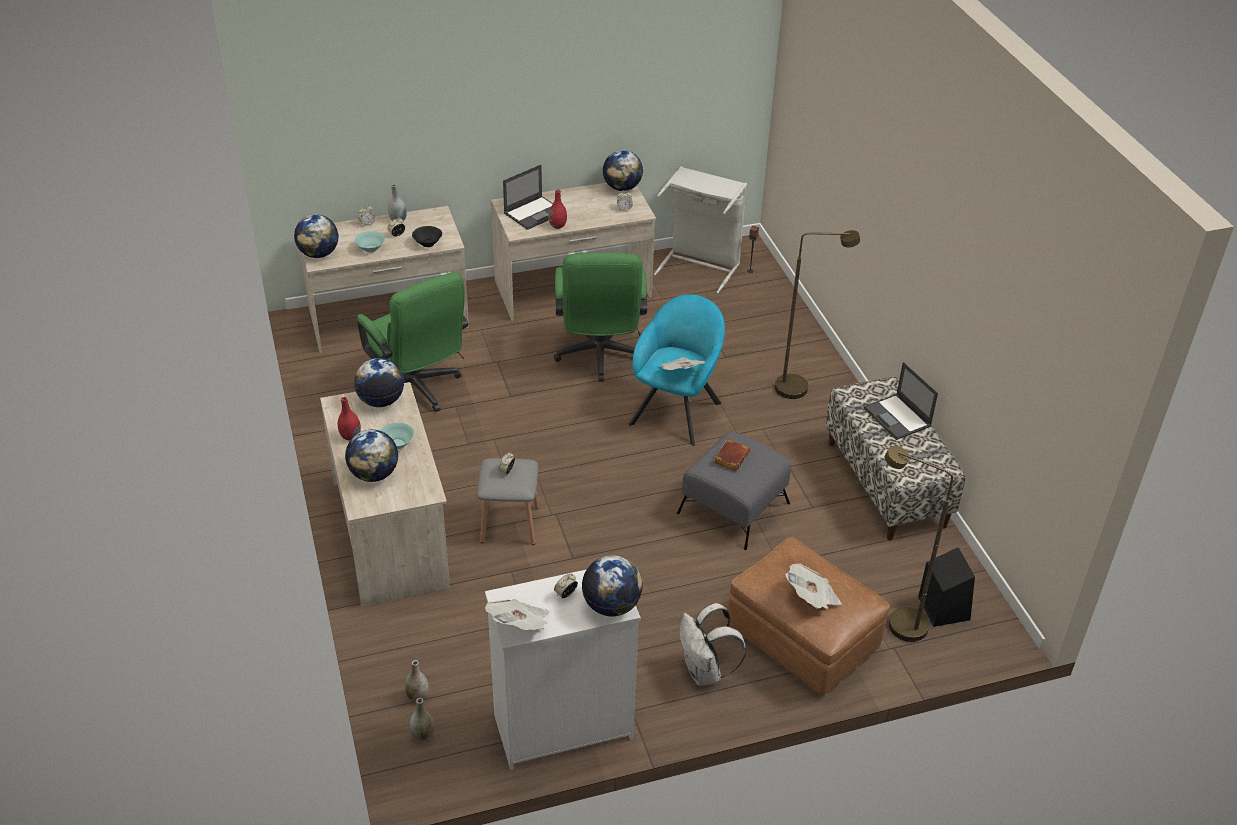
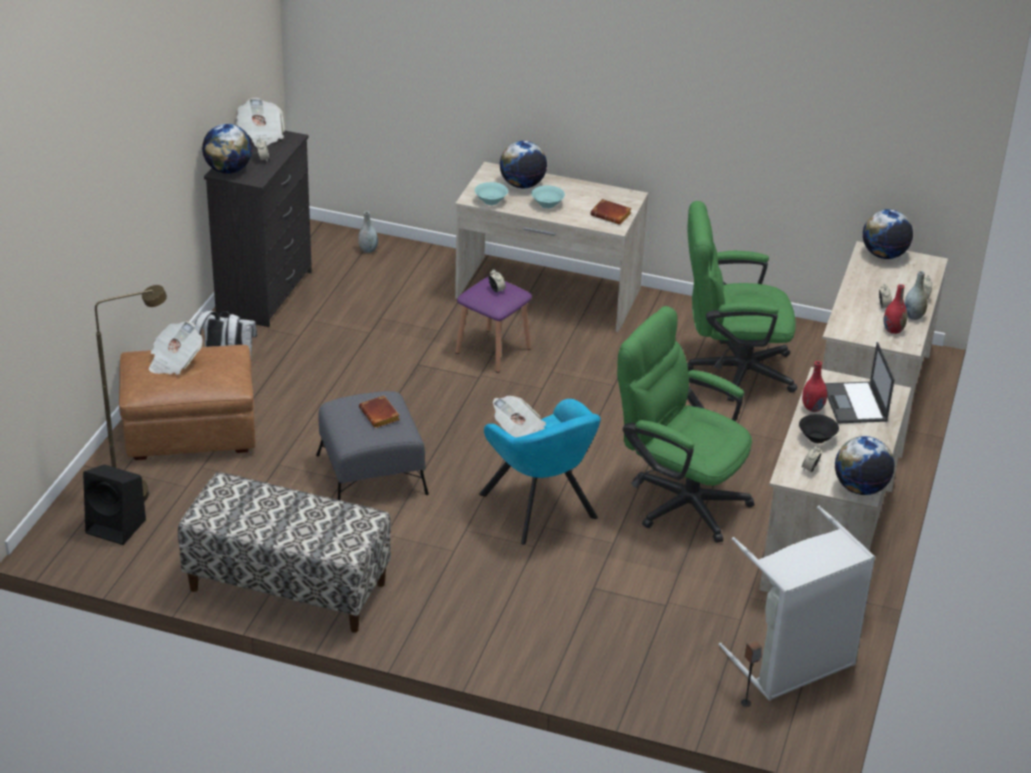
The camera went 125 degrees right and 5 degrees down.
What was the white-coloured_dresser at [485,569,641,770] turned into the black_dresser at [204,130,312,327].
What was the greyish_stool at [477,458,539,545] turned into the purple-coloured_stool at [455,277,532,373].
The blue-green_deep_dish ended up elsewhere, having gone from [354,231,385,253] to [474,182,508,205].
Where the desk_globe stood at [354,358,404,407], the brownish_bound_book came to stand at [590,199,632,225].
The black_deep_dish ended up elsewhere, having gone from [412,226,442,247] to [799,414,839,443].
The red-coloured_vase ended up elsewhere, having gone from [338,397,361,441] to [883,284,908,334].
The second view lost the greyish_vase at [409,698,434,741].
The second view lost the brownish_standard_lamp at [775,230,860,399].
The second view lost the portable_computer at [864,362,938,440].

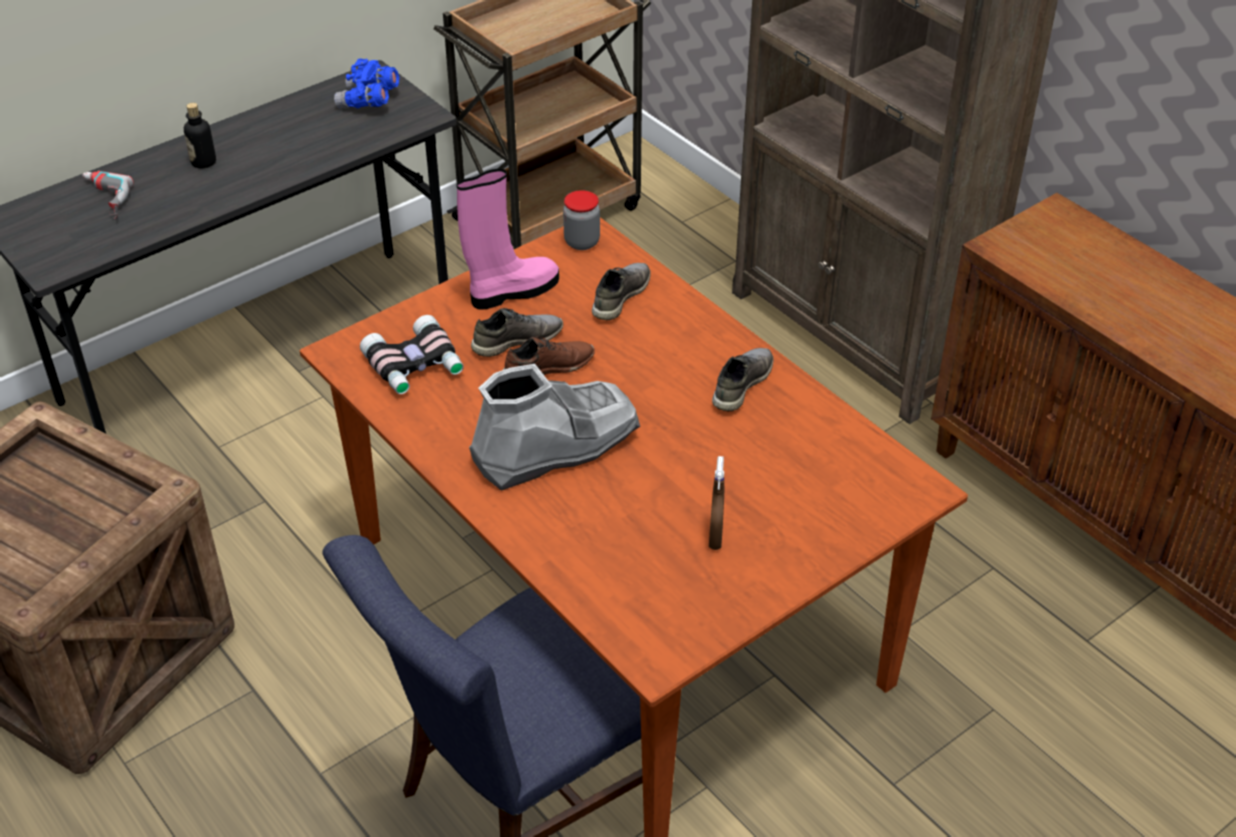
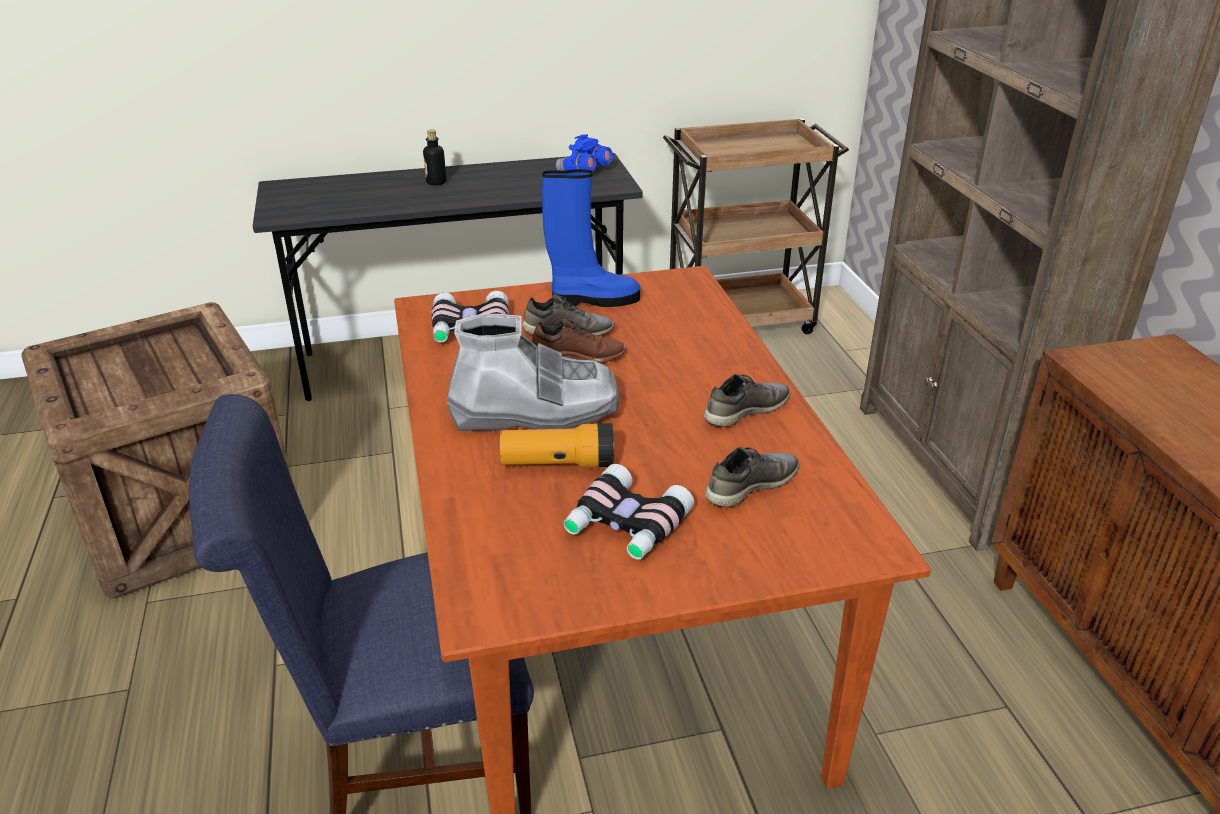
The camera went 25 degrees right and 10 degrees down.
The second view gained the hand_torch at [500,423,614,467].
What was the pink-coloured_boot at [457,168,559,310] turned into the bluish_boot at [542,169,640,307].
Where the brownish_sprayer stood at [709,456,725,550], the field_glasses came to stand at [563,464,694,560].
The greyish_low_shoe ended up elsewhere, having gone from [592,263,651,320] to [705,447,799,507].
The second view lost the electric_drill at [82,171,134,219].
The second view lost the preserve_jar at [563,190,600,250].

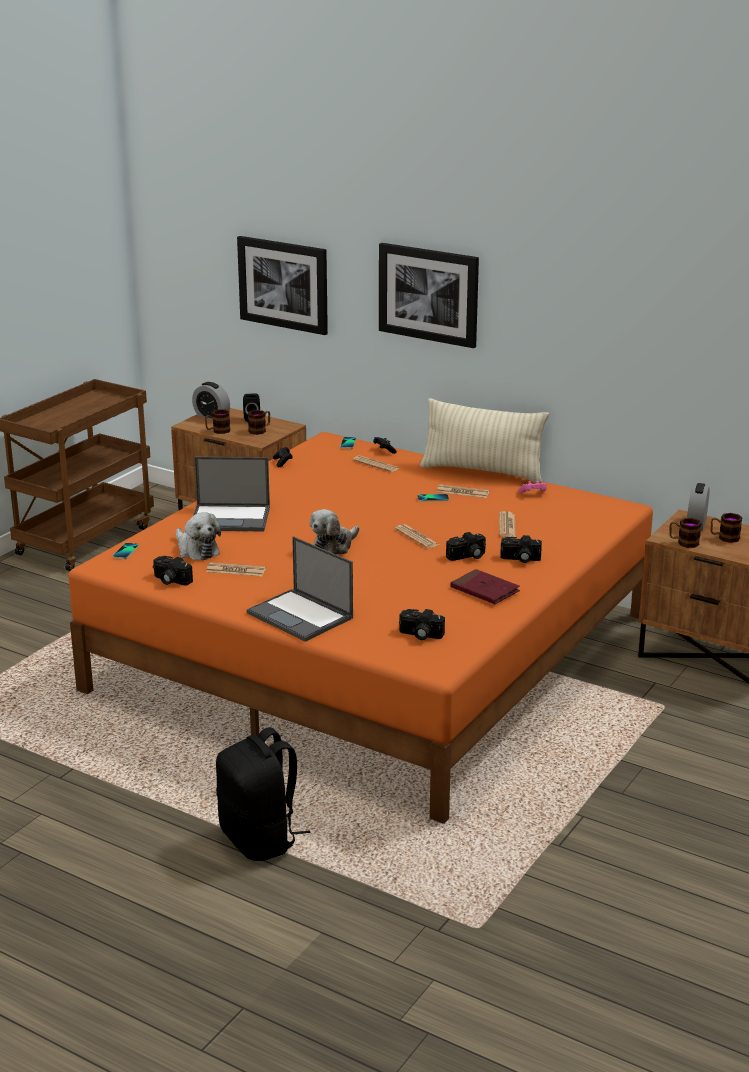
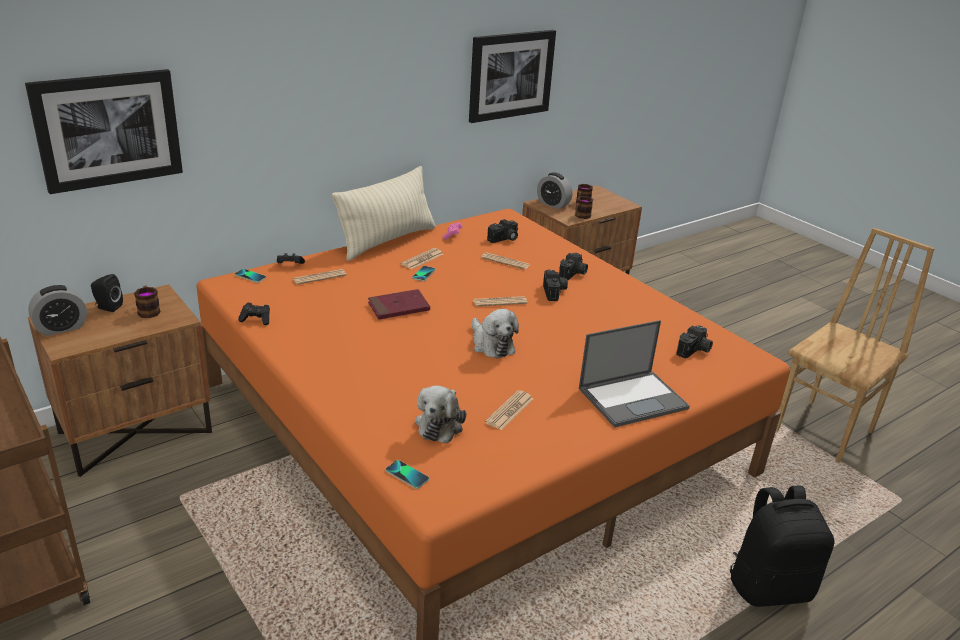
The camera went 70 degrees left and 5 degrees up.
The red-coloured_bound_book ended up elsewhere, having gone from [450,569,520,604] to [368,289,430,320].
The soft_toy at [176,512,221,560] ended up facing another way, 120 degrees clockwise from before.
The picture ended up elsewhere, having gone from [379,243,479,348] to [469,30,556,123].
The still_camera ended up elsewhere, having gone from [153,556,193,585] to [487,219,518,243].
The second view gained the brownish_plain_chair at [776,228,935,463].
The second view lost the portable_computer at [193,457,270,531].
The second view lost the tea_mug at [205,409,230,434].

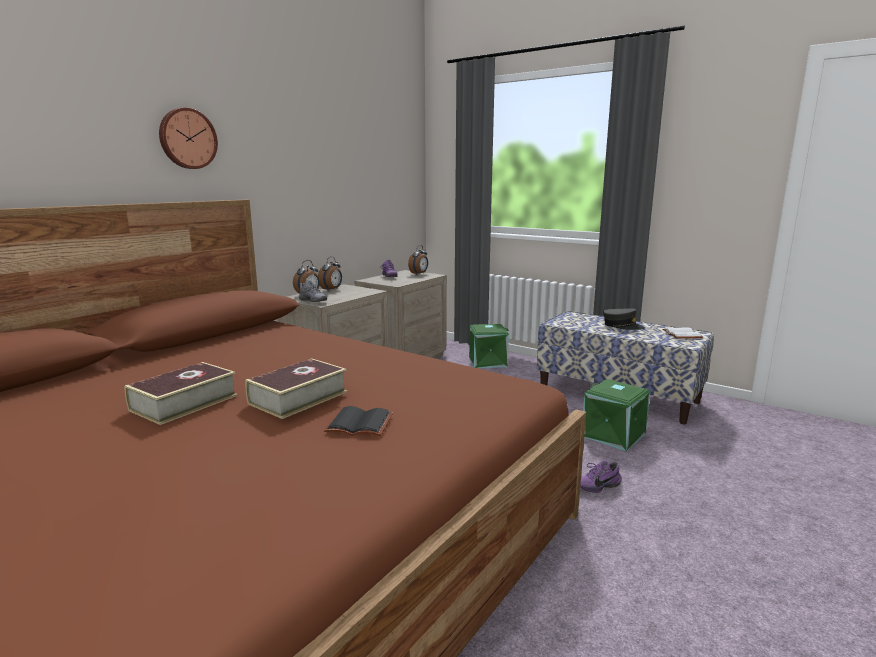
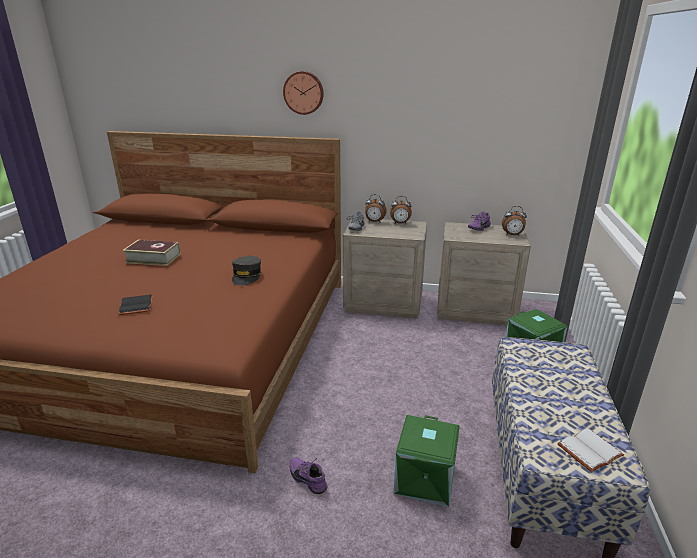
The camera went 65 degrees right and 10 degrees up.
The greyish_cap ended up elsewhere, having gone from [603,309,645,330] to [232,256,261,286].
The second view lost the bound_book at [245,358,347,419].

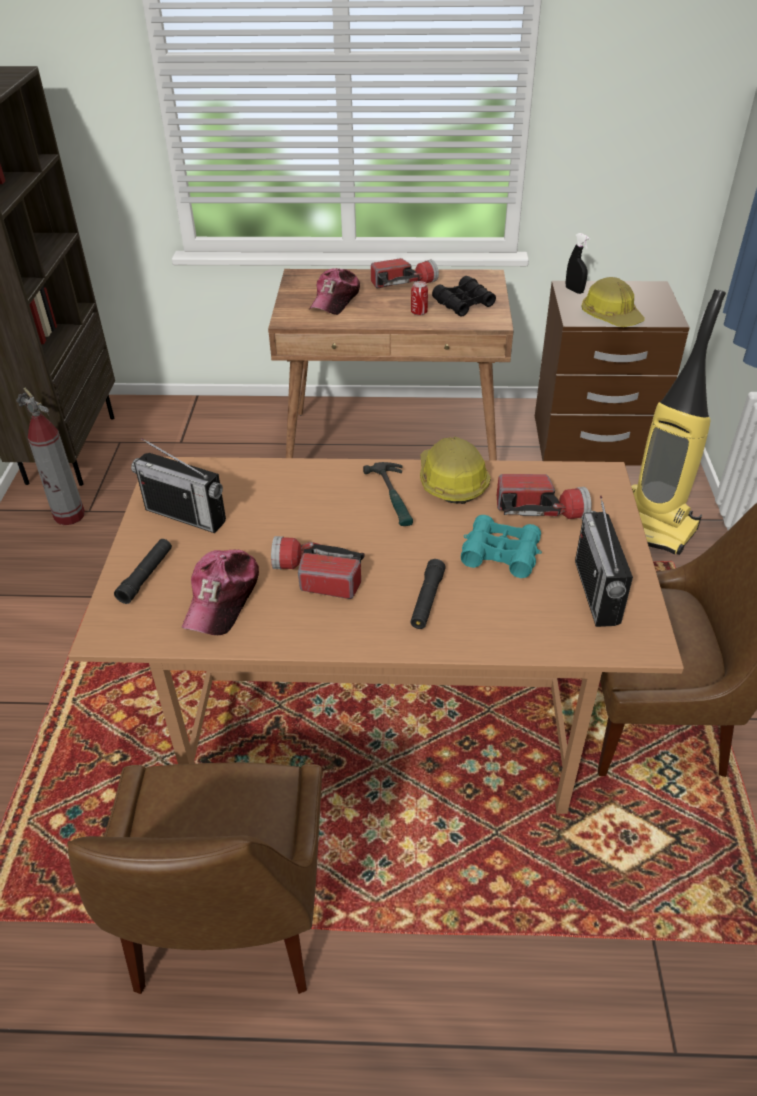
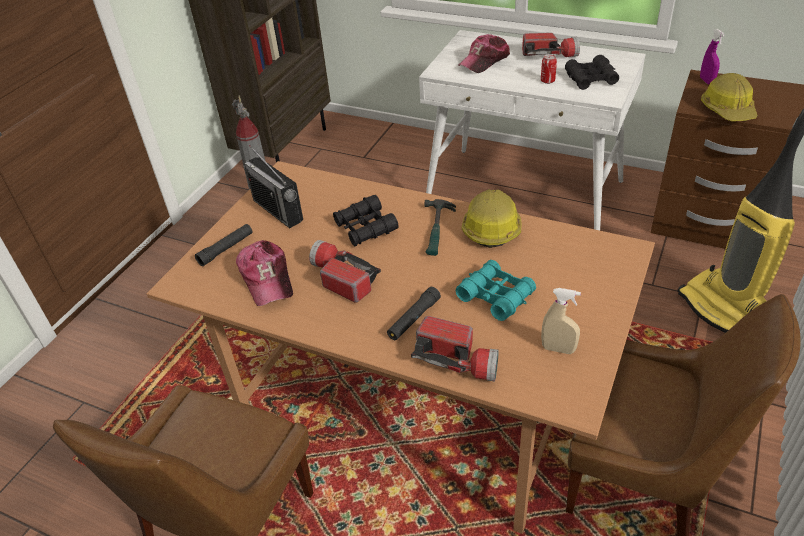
The camera went 25 degrees right and 0 degrees up.
The cap at [182,550,259,635] ended up facing another way, 60 degrees counterclockwise from before.
The second view gained the black_field_glasses at [333,195,399,247].
The hand_torch ended up elsewhere, having gone from [497,474,592,519] to [411,316,499,382].
What was the brownish_desk_unit at [268,269,514,461] turned into the white-coloured_desk_unit at [419,30,646,231].
Where the radio stood at [575,496,633,627], the beige-coloured_sprayer came to stand at [541,288,581,354].
What was the black_sprayer at [566,233,590,294] turned into the purple-coloured_sprayer at [700,29,725,84].

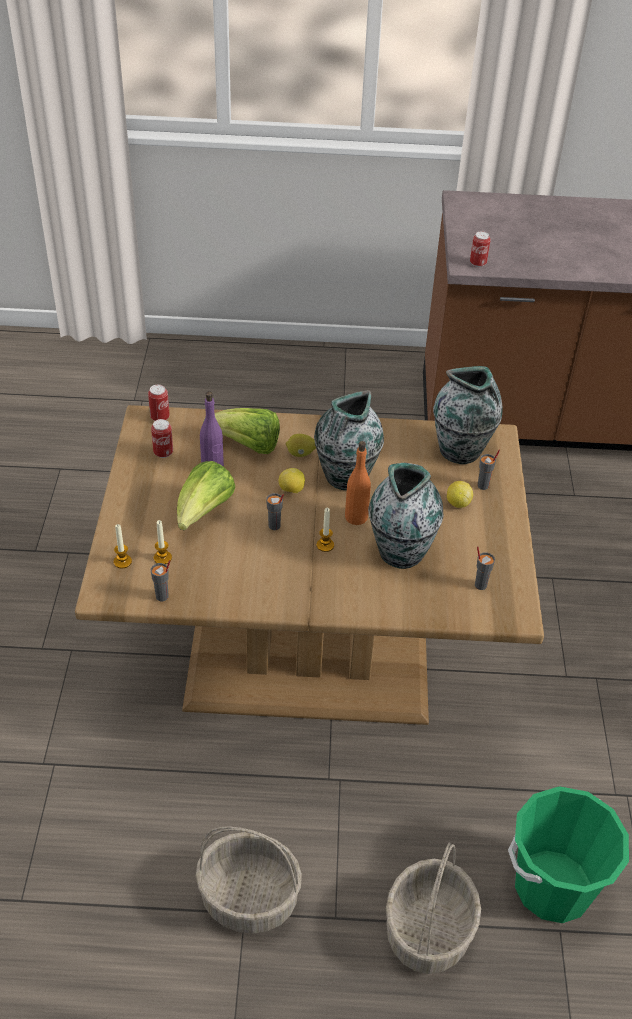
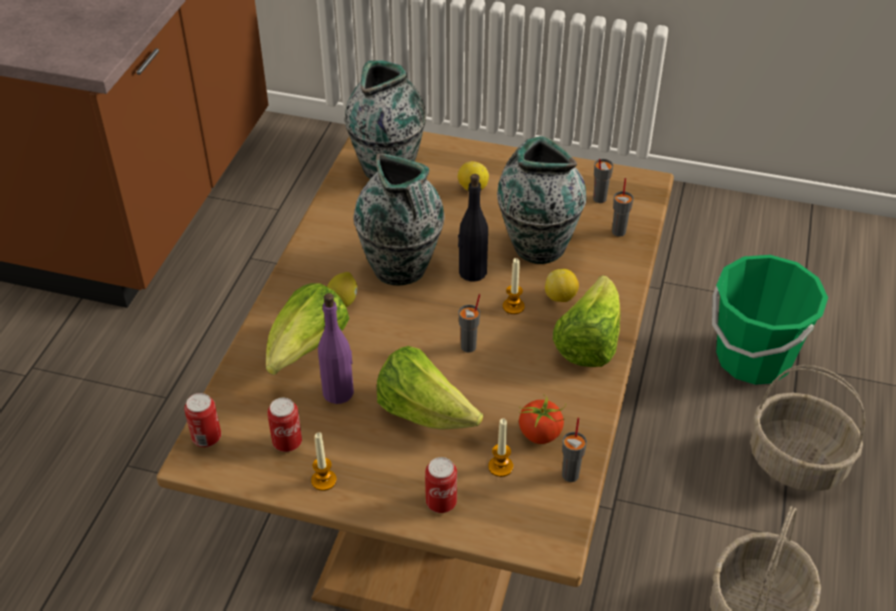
The camera went 75 degrees left and 0 degrees up.
The wax_candle ended up elsewhere, having gone from [114,524,132,569] to [311,432,337,491].
The sealed_can ended up elsewhere, having gone from [470,231,491,267] to [425,457,457,513].
What was the orangey_bottle at [345,441,371,525] turned into the black_bottle at [458,174,488,282].
The second view gained the fresh_tomato at [519,394,566,444].
The citrus_fruit ended up elsewhere, having gone from [279,468,305,493] to [545,269,579,302].
The second view gained the head_of_lettuce at [553,275,621,367].
The greyish_cup ended up elsewhere, having gone from [477,450,500,490] to [612,178,633,237].

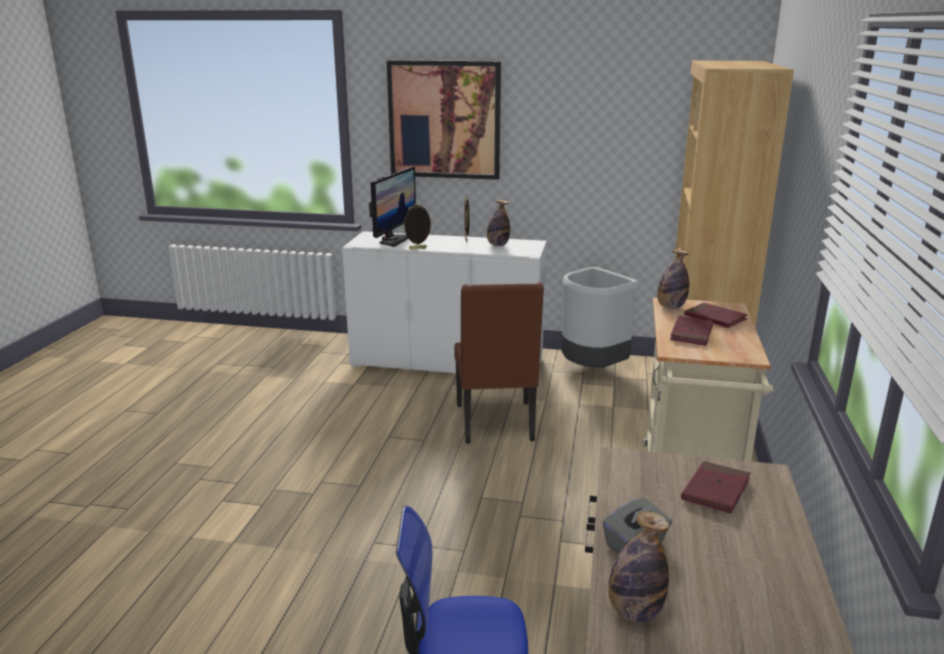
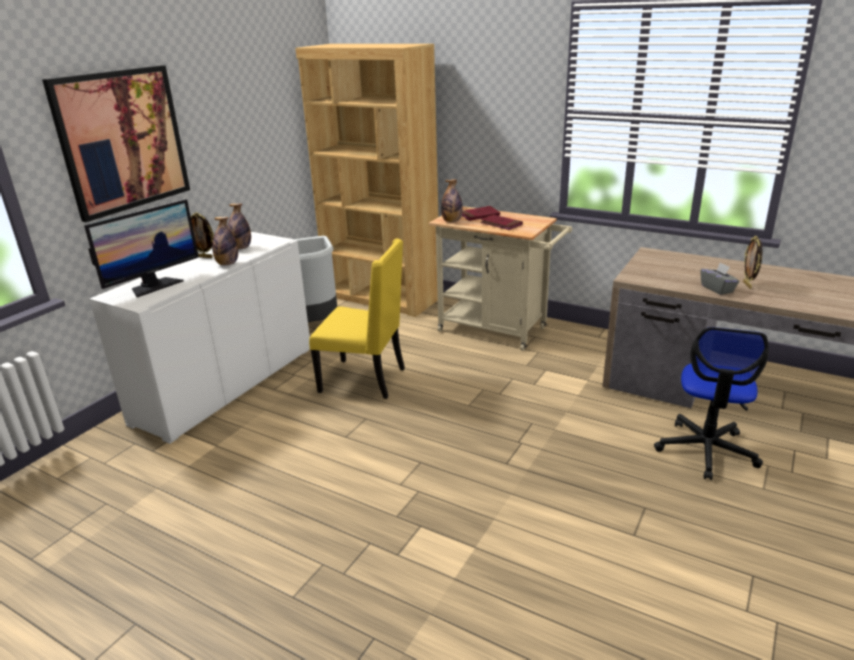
The camera went 70 degrees left and 5 degrees up.
The computer_screen at [369,166,416,247] ended up facing another way, 90 degrees clockwise from before.
The bottle ended up elsewhere, having gone from [608,511,669,622] to [212,217,238,265].
What was the brownish_plain_chair at [454,283,544,444] turned into the yellow-coloured_plain_chair at [309,239,405,399].
The picture_frame ended up elsewhere, having gone from [402,203,432,250] to [743,236,763,289].
The second view lost the red-coloured_bound_book at [681,461,750,513].

